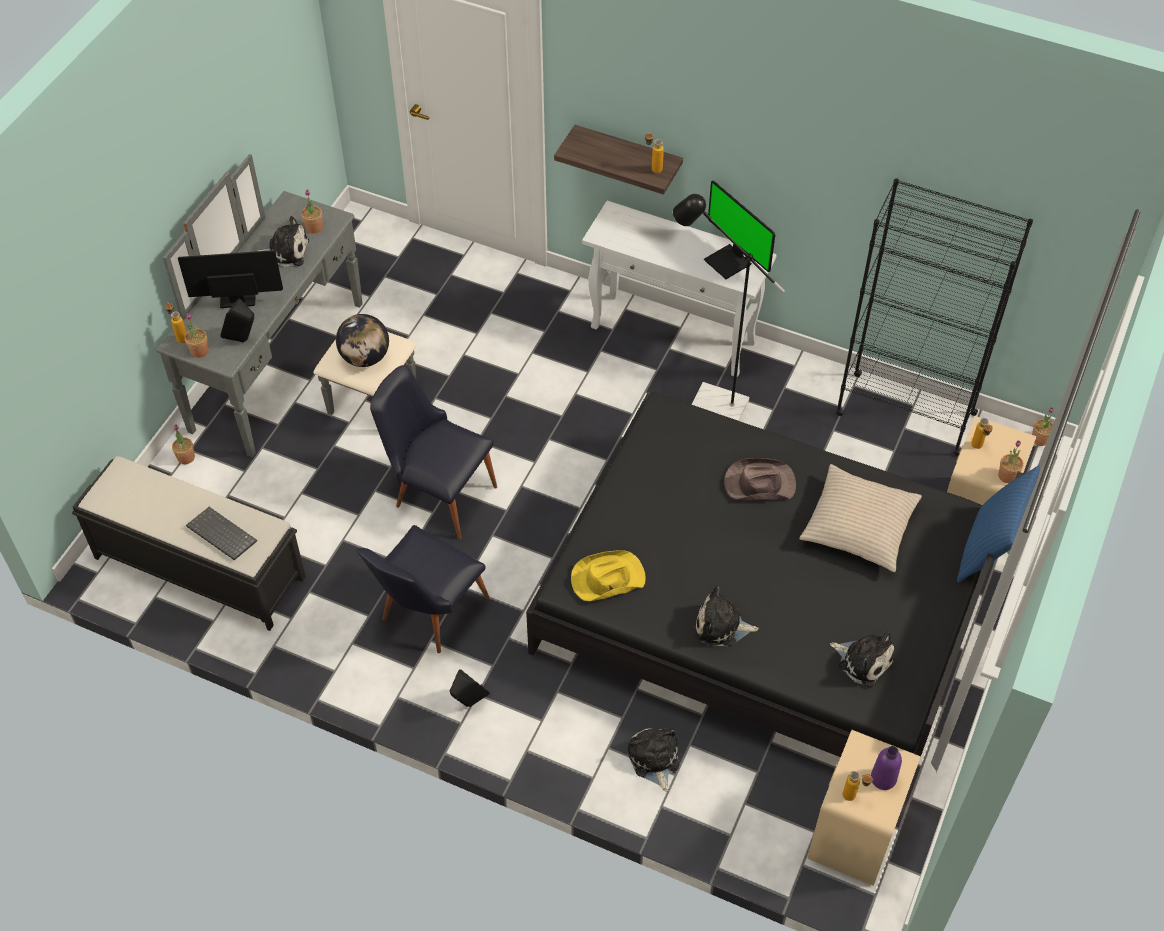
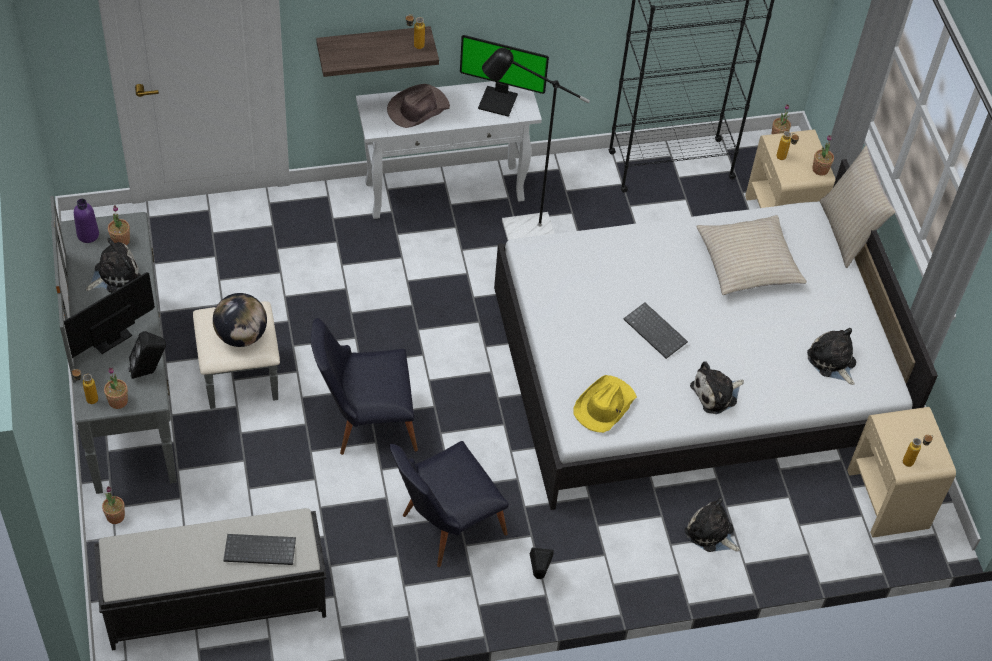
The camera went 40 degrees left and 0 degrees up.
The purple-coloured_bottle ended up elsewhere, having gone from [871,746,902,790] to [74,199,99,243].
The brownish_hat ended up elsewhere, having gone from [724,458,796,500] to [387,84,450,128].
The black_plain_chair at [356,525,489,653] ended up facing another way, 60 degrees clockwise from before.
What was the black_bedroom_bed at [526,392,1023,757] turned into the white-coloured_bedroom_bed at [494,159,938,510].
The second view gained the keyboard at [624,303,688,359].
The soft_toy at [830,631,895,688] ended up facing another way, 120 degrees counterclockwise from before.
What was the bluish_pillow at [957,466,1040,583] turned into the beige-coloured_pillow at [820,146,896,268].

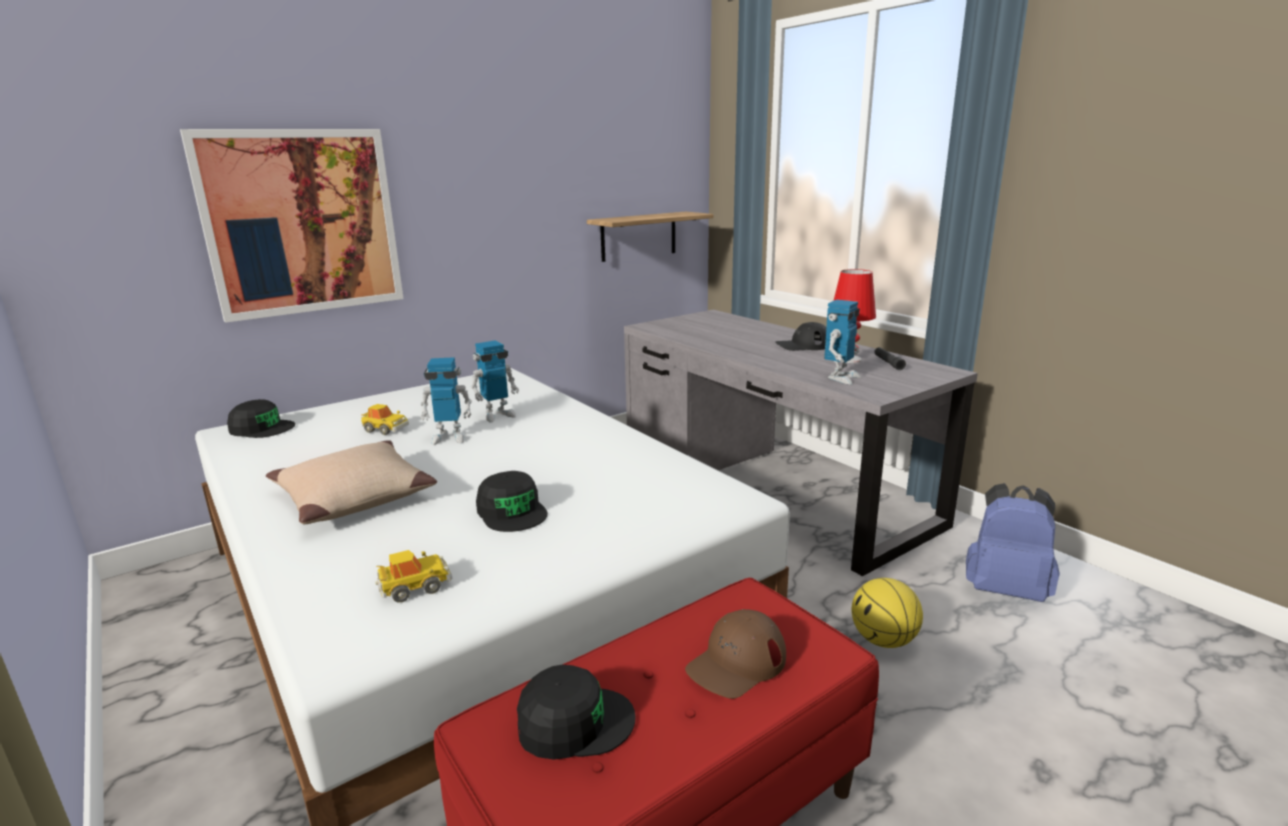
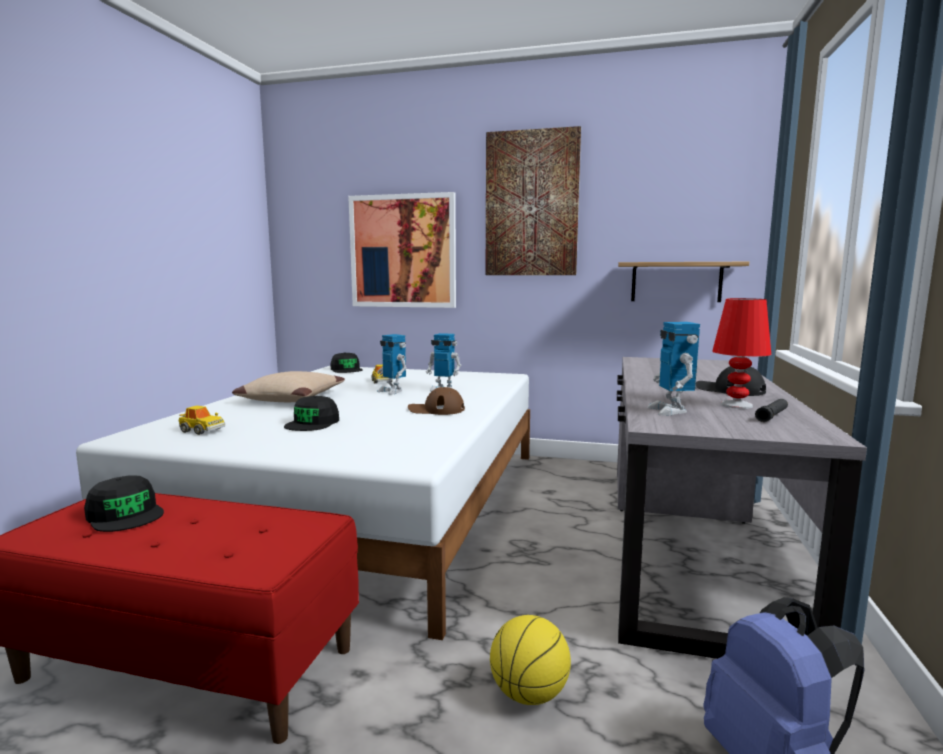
The camera went 50 degrees right and 10 degrees down.
The brownish_cap ended up elsewhere, having gone from [685,609,786,699] to [408,387,465,415].
The second view gained the picture at [486,126,581,275].
The toy_robot at [824,300,861,384] ended up facing another way, 90 degrees clockwise from before.

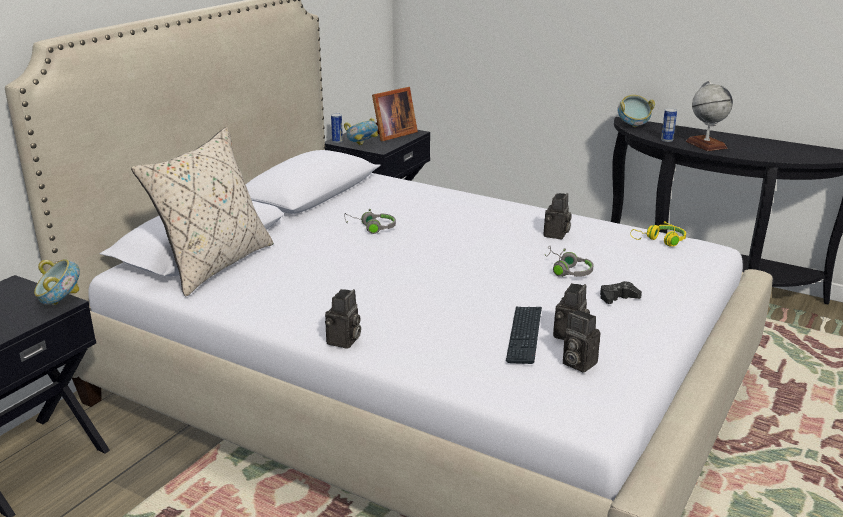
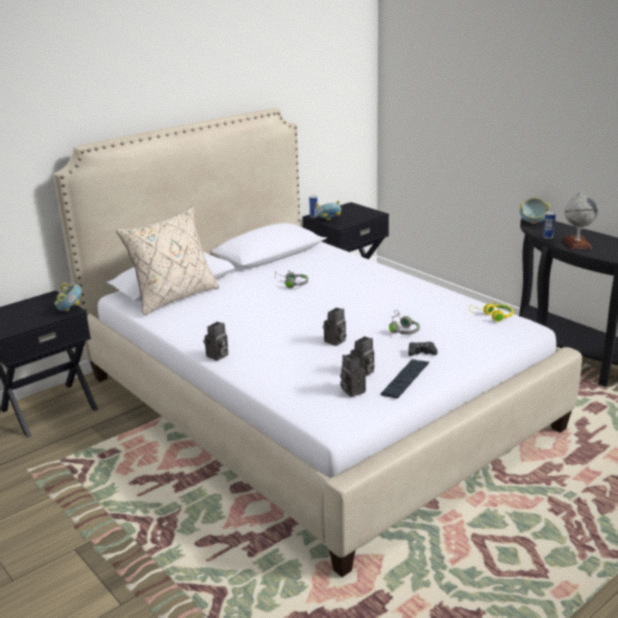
The camera went 20 degrees right and 0 degrees up.
The still_camera ended up elsewhere, having gone from [544,193,572,239] to [323,308,347,346].
The keyboard ended up elsewhere, having gone from [506,307,542,364] to [381,359,429,399].
The second view lost the picture_frame at [372,87,418,141].

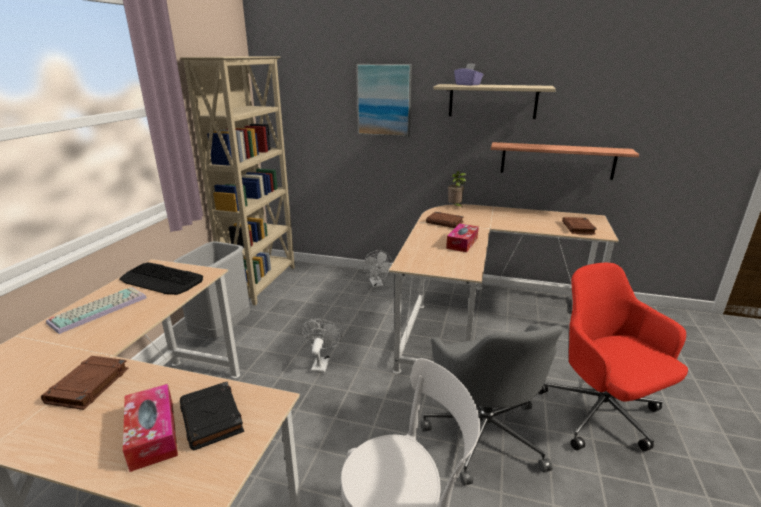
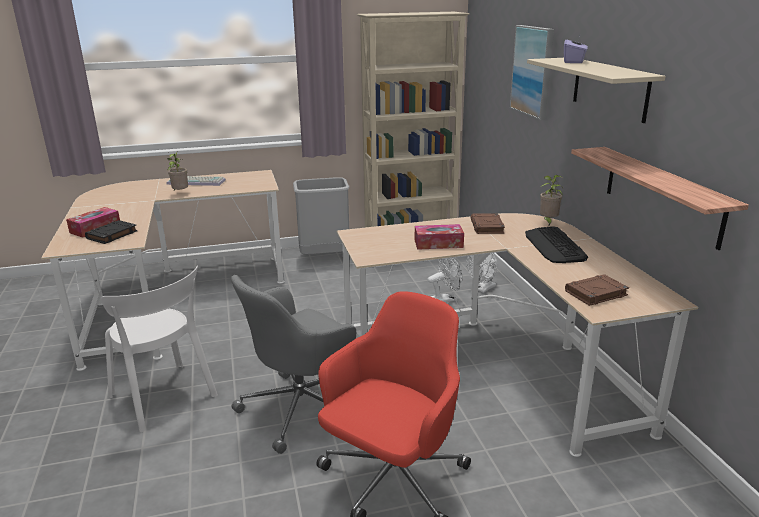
The camera went 60 degrees right and 0 degrees up.
The second view gained the houseplant at [167,152,188,190].
The white-coloured_fan ended up elsewhere, having gone from [302,319,342,373] to [428,258,463,303].
The keyboard ended up elsewhere, having gone from [119,262,203,295] to [525,226,588,263].
The second view lost the brownish_bound_book at [41,356,129,410].

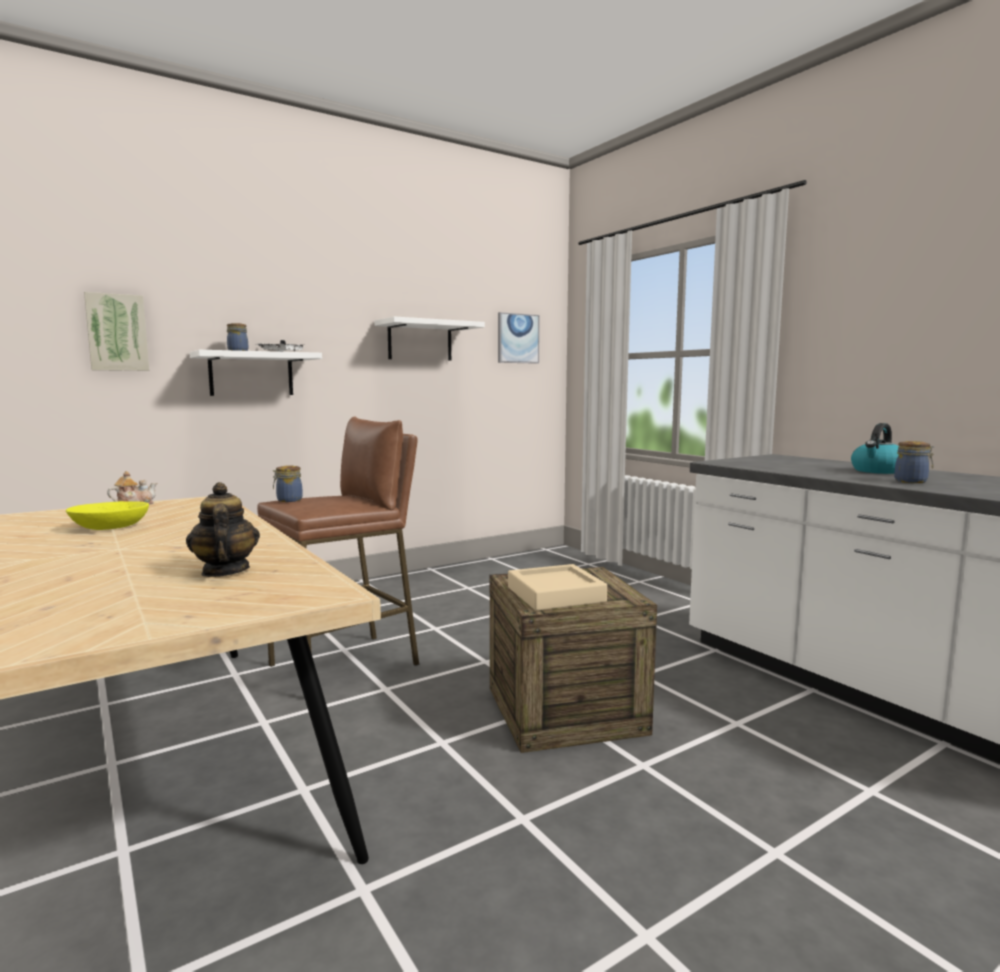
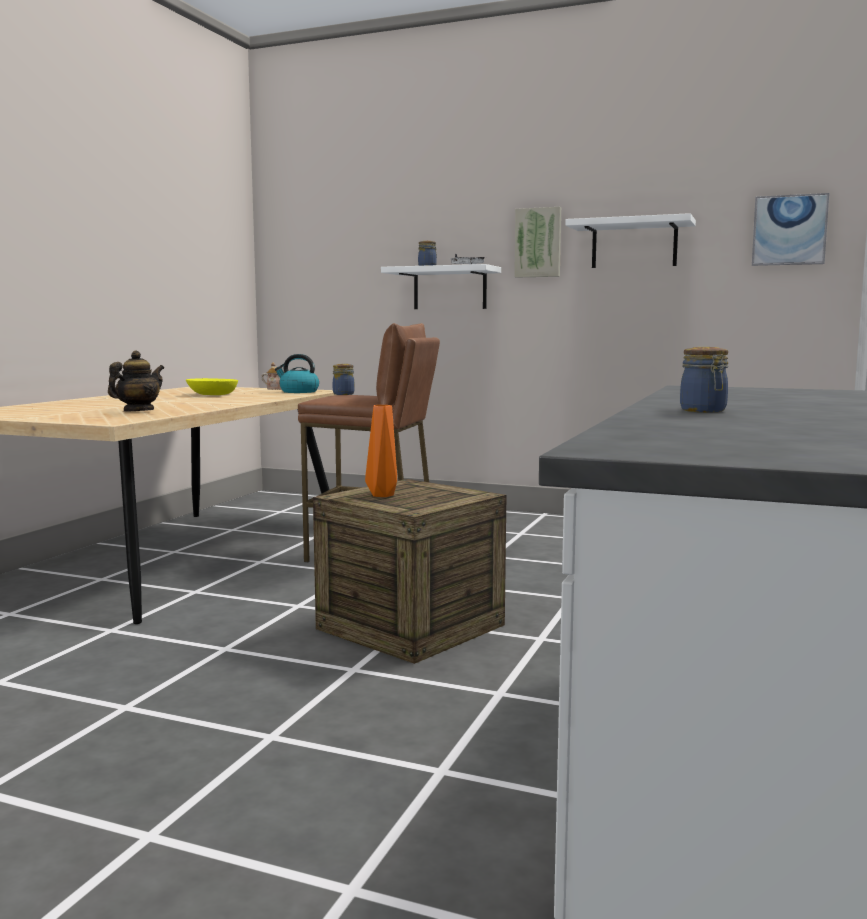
The camera went 55 degrees right and 0 degrees up.
The tea_kettle ended up elsewhere, having gone from [851,423,899,474] to [275,354,319,393].
Where the beige-coloured_carrying_tray stood at [508,564,607,611], the orangey_vase came to stand at [365,405,397,497].
The picture ended up elsewhere, having gone from [84,292,149,371] to [514,207,561,278].

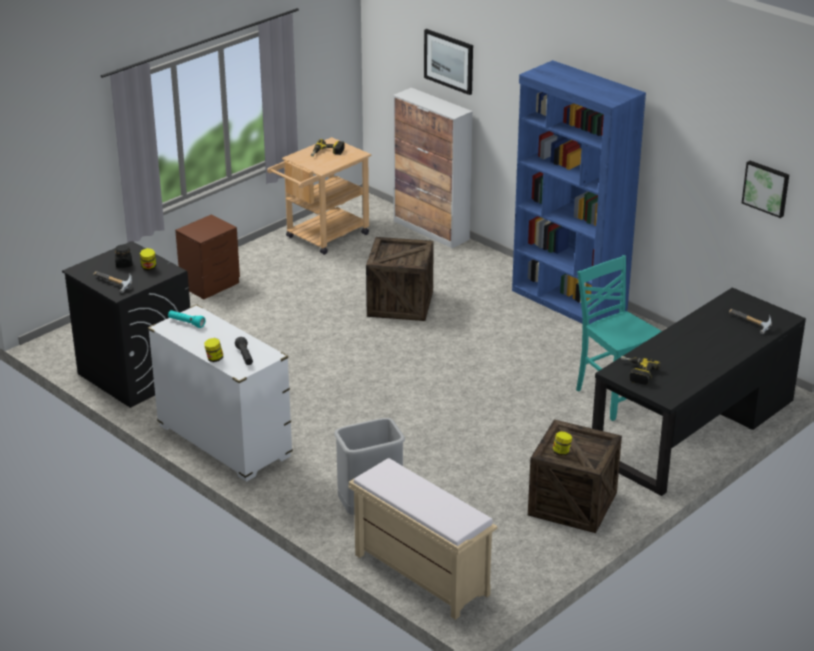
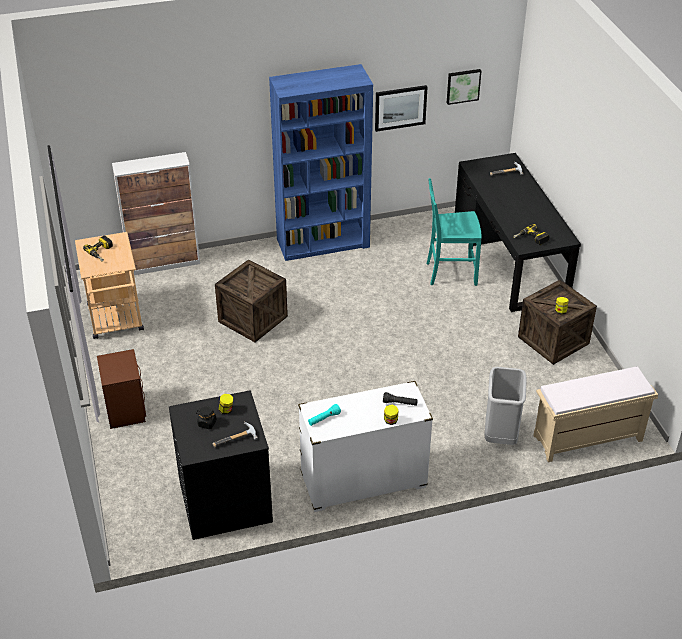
The camera went 60 degrees left and 10 degrees up.
The picture ended up elsewhere, having gone from [424,29,473,95] to [375,85,428,132].

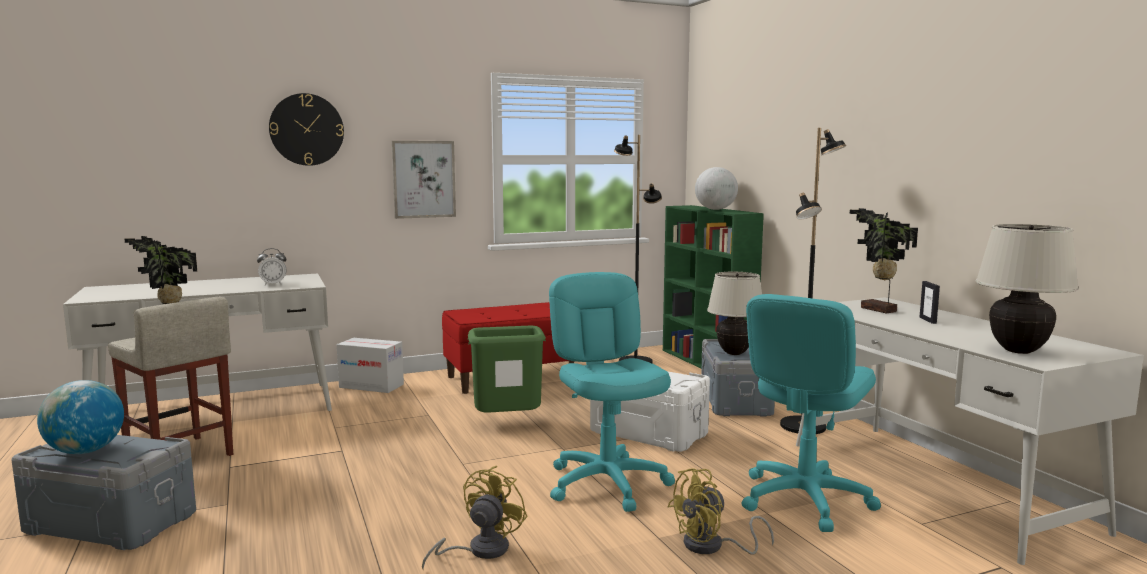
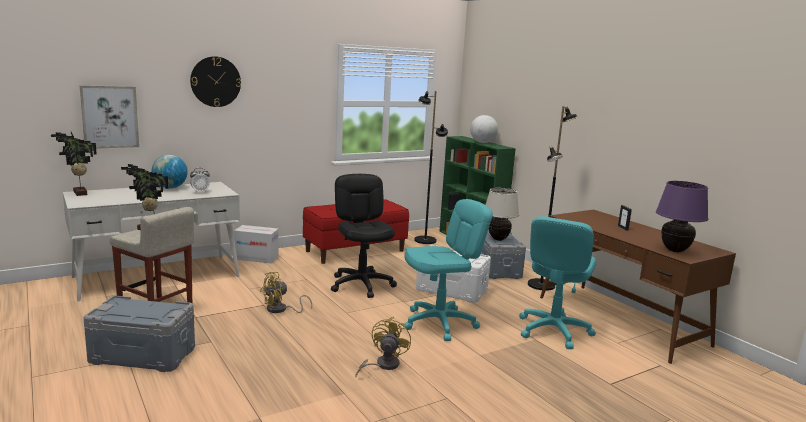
The camera went 10 degrees left and 5 degrees up.
The houseplant ended up elsewhere, having gone from [850,208,918,313] to [51,132,97,196].
The picture ended up elsewhere, having gone from [391,141,456,219] to [80,85,139,149].
The desk_globe ended up elsewhere, having gone from [37,380,124,454] to [152,155,188,188].
The yellow-coloured_fan ended up elsewhere, having gone from [668,468,774,555] to [260,272,312,313].
Where the green_trash_can stood at [468,326,546,413], the black_office_chair came to stand at [331,174,397,298].
The blue-green_office_chair at [549,272,675,512] ended up facing another way, 90 degrees clockwise from before.
What was the white-coloured_desk_unit at [796,297,1144,565] turned into the brownish_desk_unit at [540,209,736,364].
What was the beige-coloured_tabletop_lamp at [975,224,1079,354] turned into the purple-coloured_tabletop_lamp at [656,181,708,252].

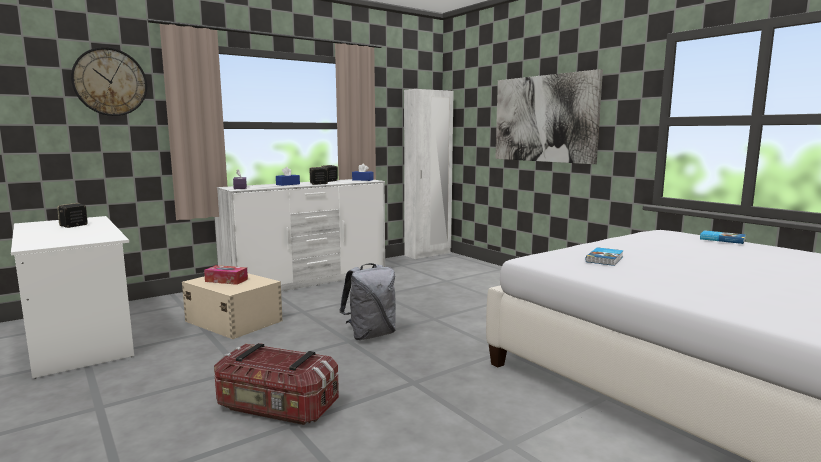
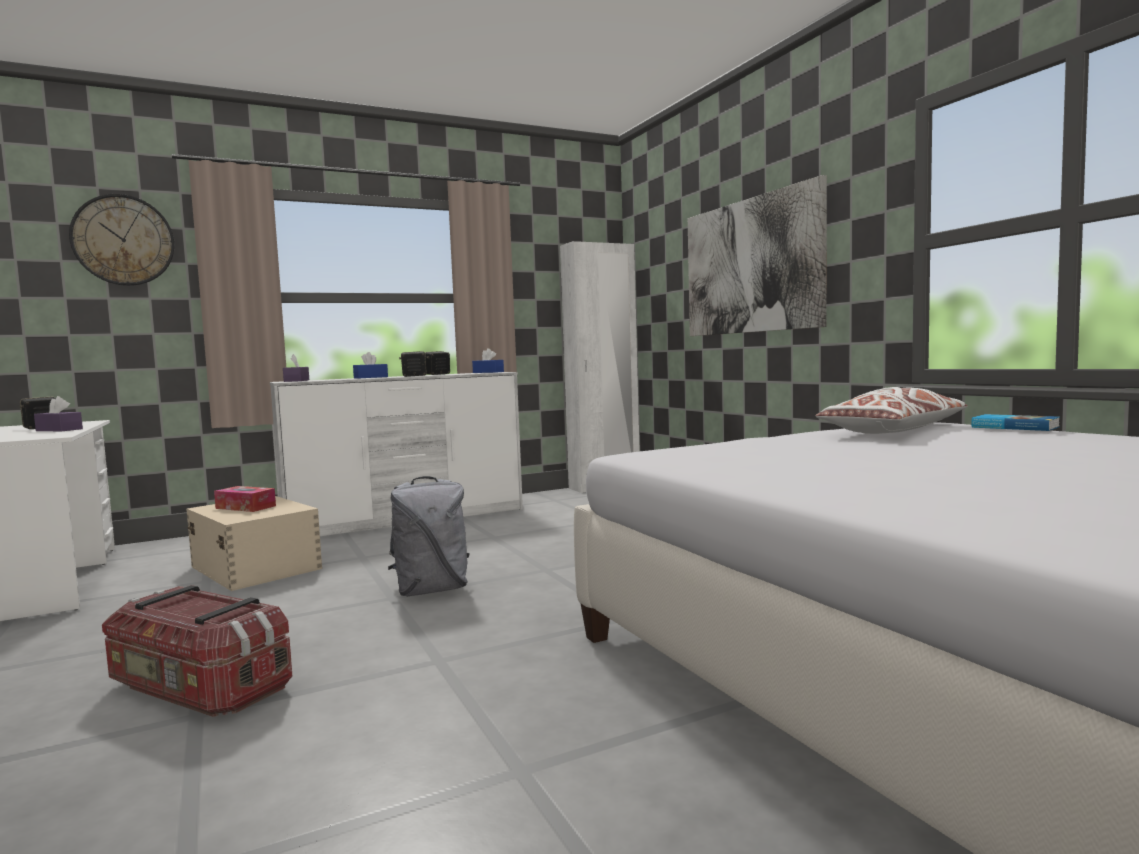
The camera went 10 degrees right and 5 degrees down.
The second view gained the purple-coloured_box_of_tissues at [34,396,83,431].
The second view gained the white-coloured_pillow at [815,387,968,434].
The second view lost the bound_book at [586,247,624,266].

